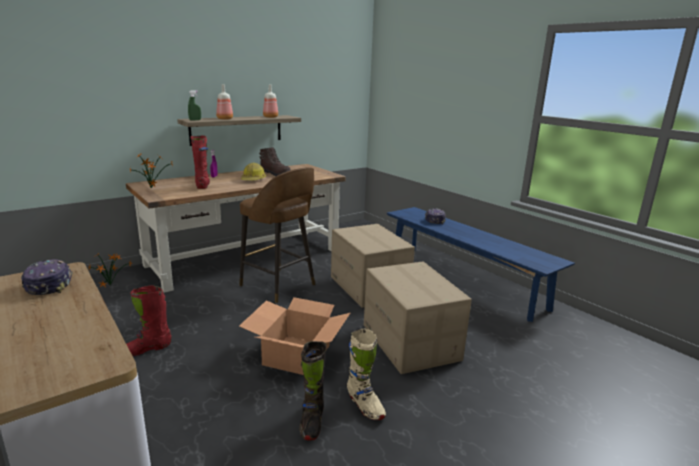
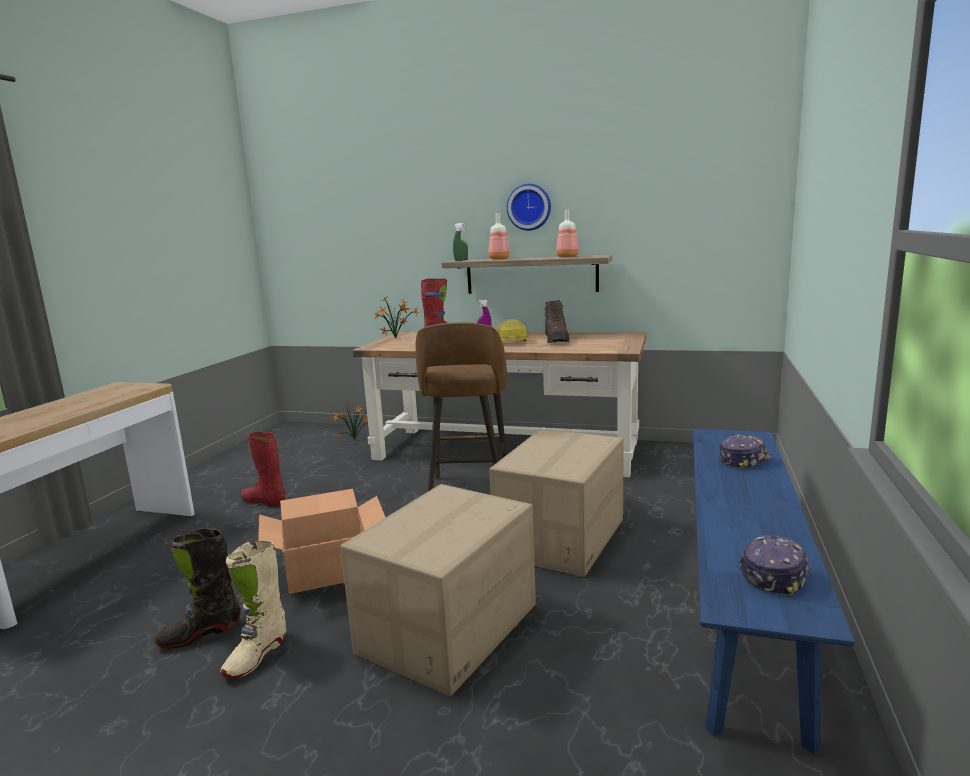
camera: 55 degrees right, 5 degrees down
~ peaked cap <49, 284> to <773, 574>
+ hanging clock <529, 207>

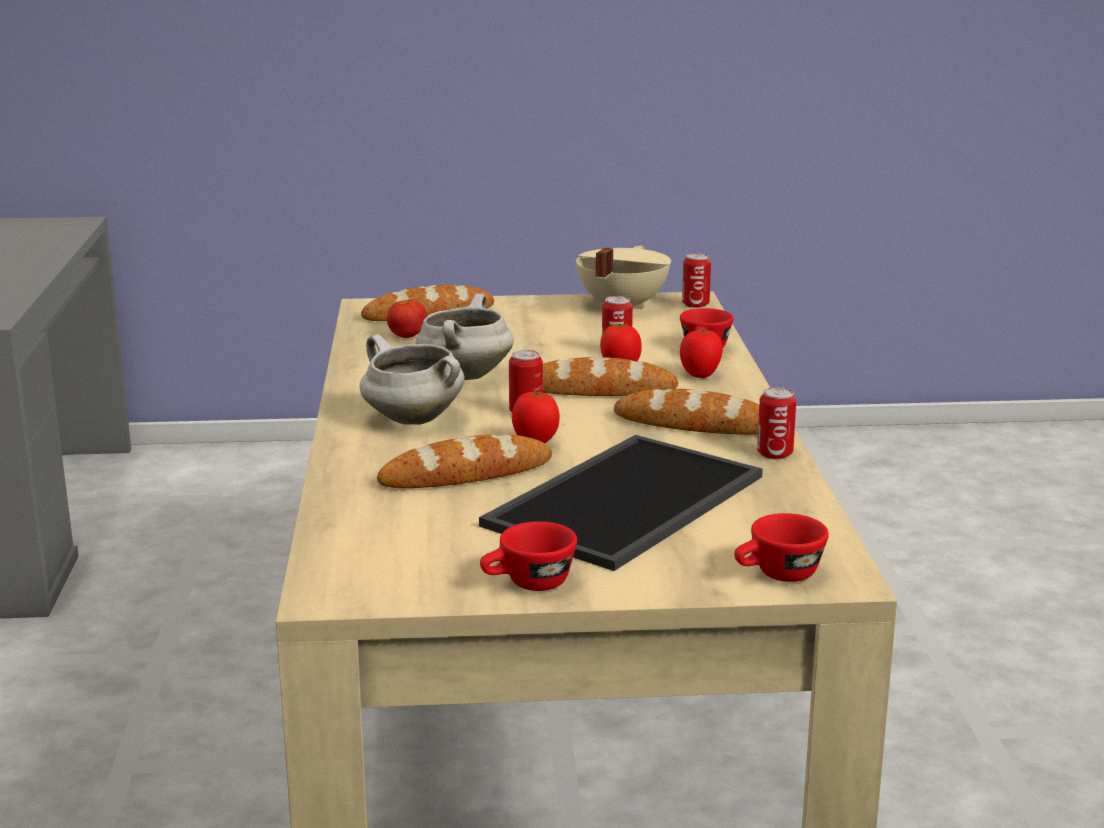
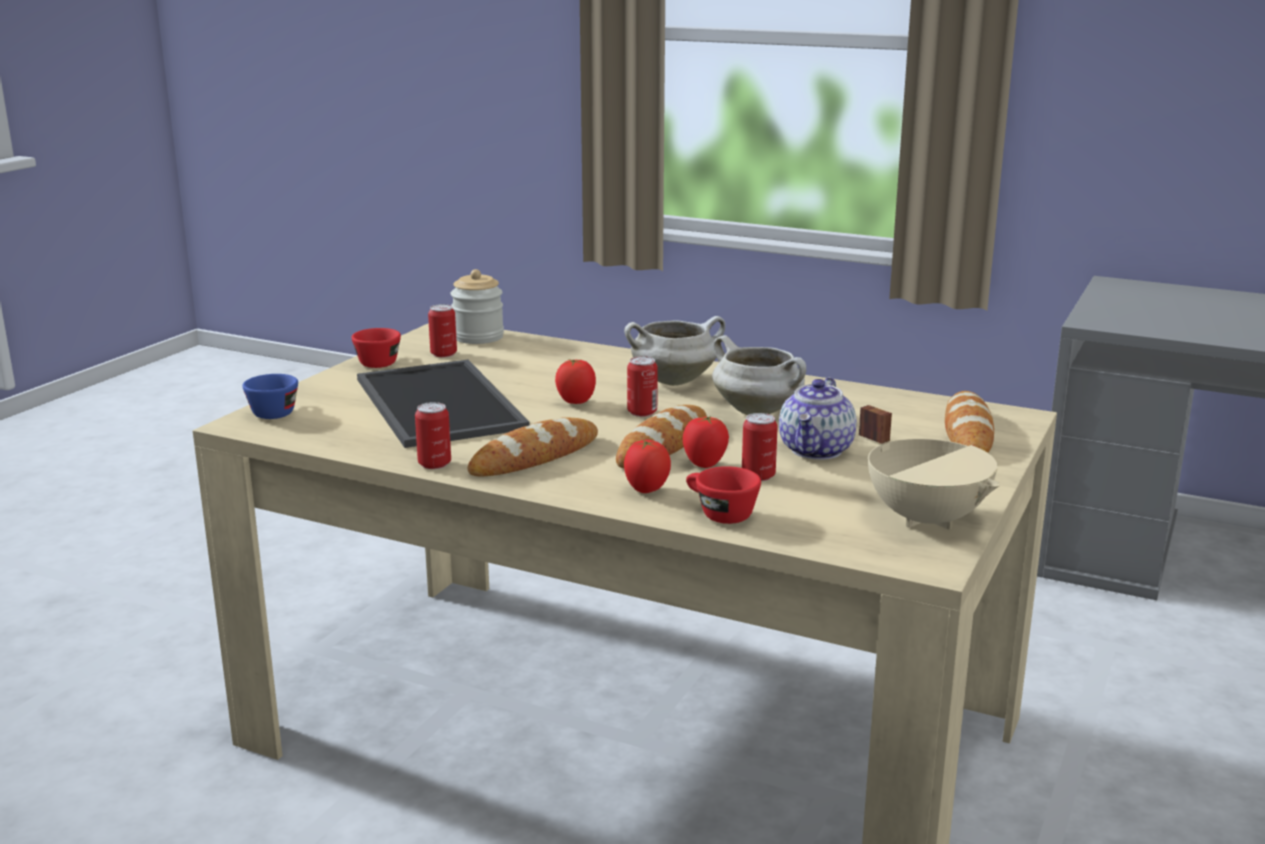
camera: 120 degrees right, 0 degrees up
~ metal can <695, 304> to <443, 354>
- tomato <407, 336>
- bakery bread <466, 474>
~ red-coloured small cup <778, 575> to blue small cup <275, 411>
+ jar <478, 337>
+ pot for tea <817, 450>

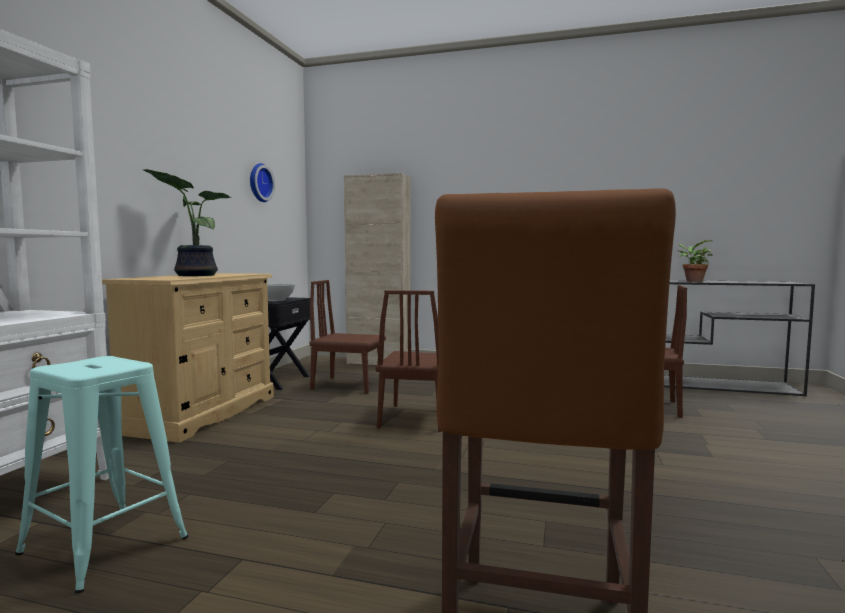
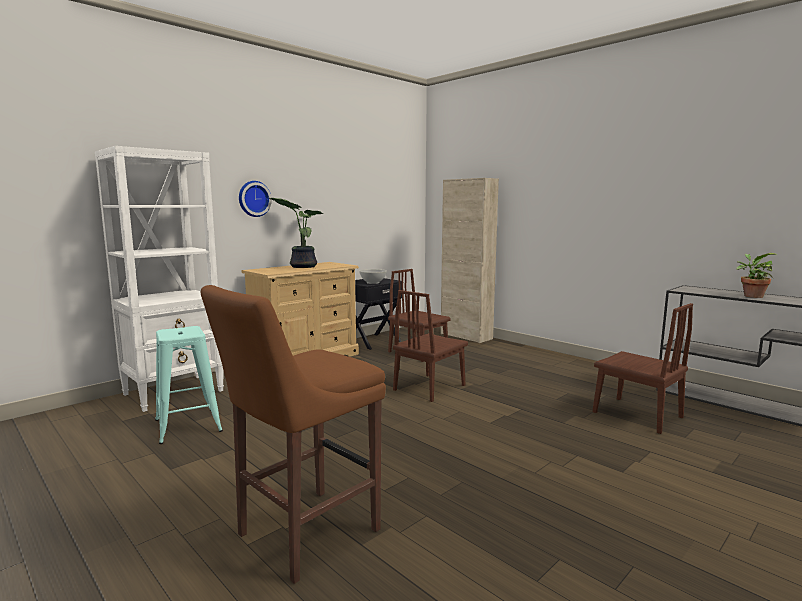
camera: 30 degrees right, 5 degrees up
~ hanging clock <259, 183> to <253, 199>

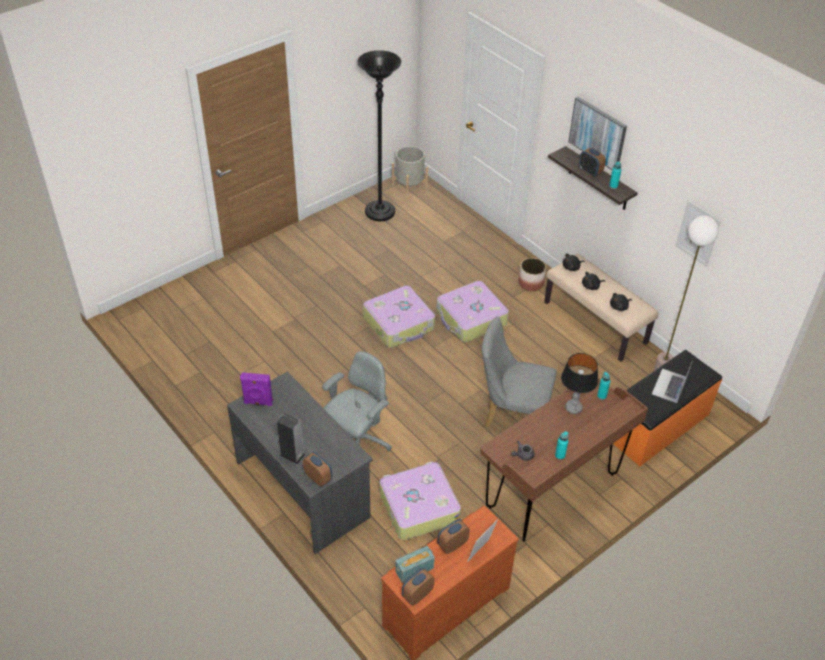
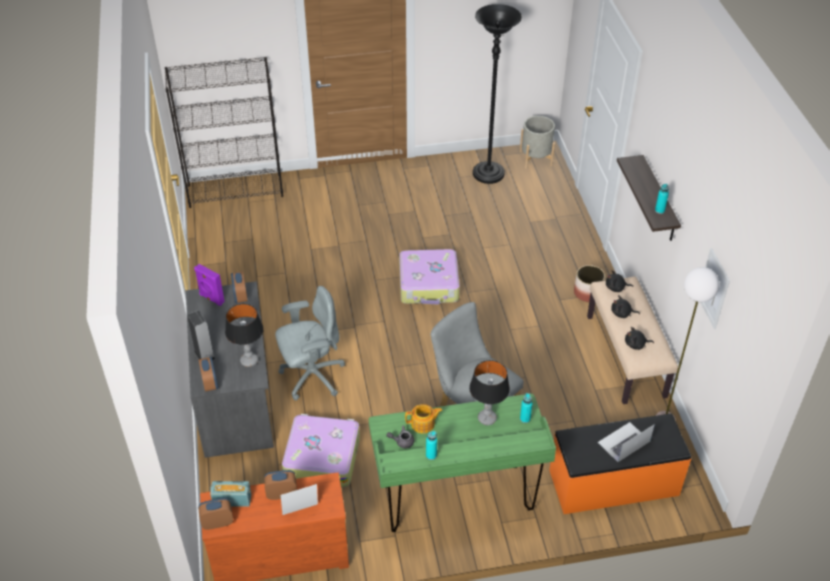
camera: 30 degrees right, 0 degrees up
- wall art <598, 133>
~ bedside clock <590, 172> to <240, 296>
- travel case <471, 319>
~ brown-coloured desk table <552, 491> to green desk table <457, 499>
+ black bookcase <236, 190>
+ tabletop lamp <249, 361>
+ pot for tea <423, 424>

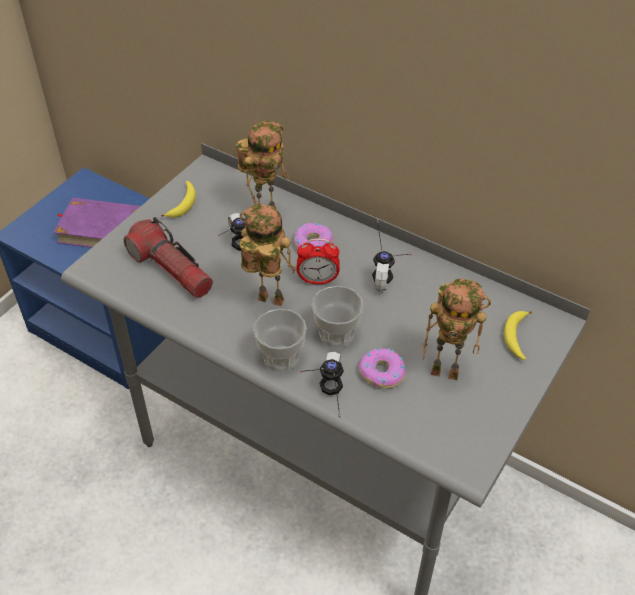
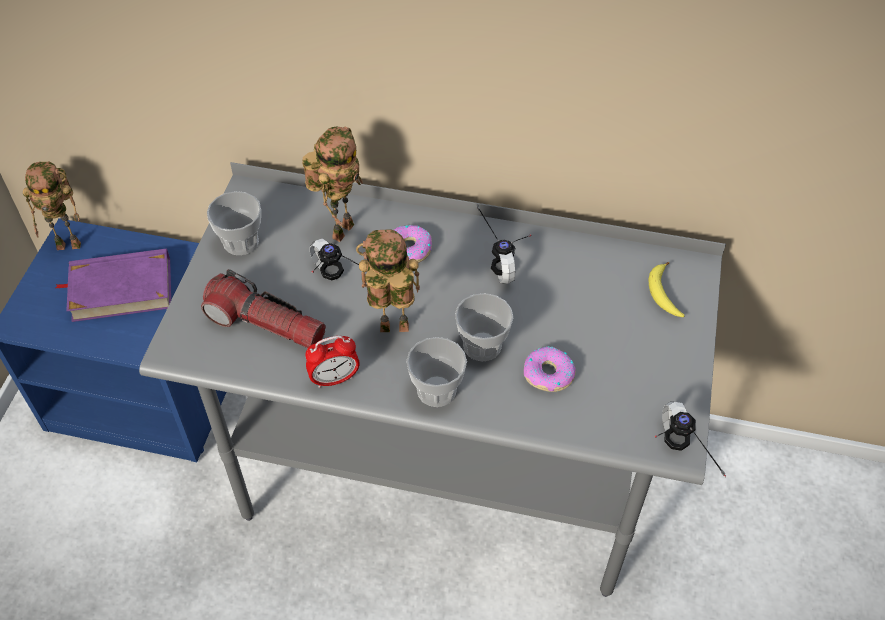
camera: 20 degrees left, 5 degrees up
~ whole banana <183, 204> to small cup <241, 242>
~ bedside clock <318, 280> to <334, 379>
~ model robot <447, 371> to <71, 244>
~ headset <322, 400> to <674, 458>

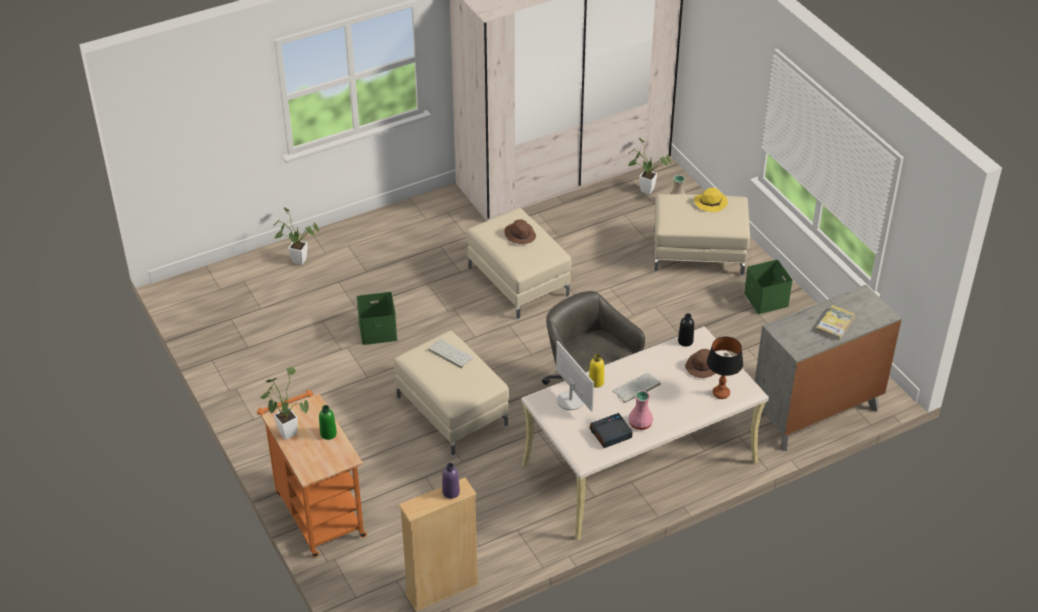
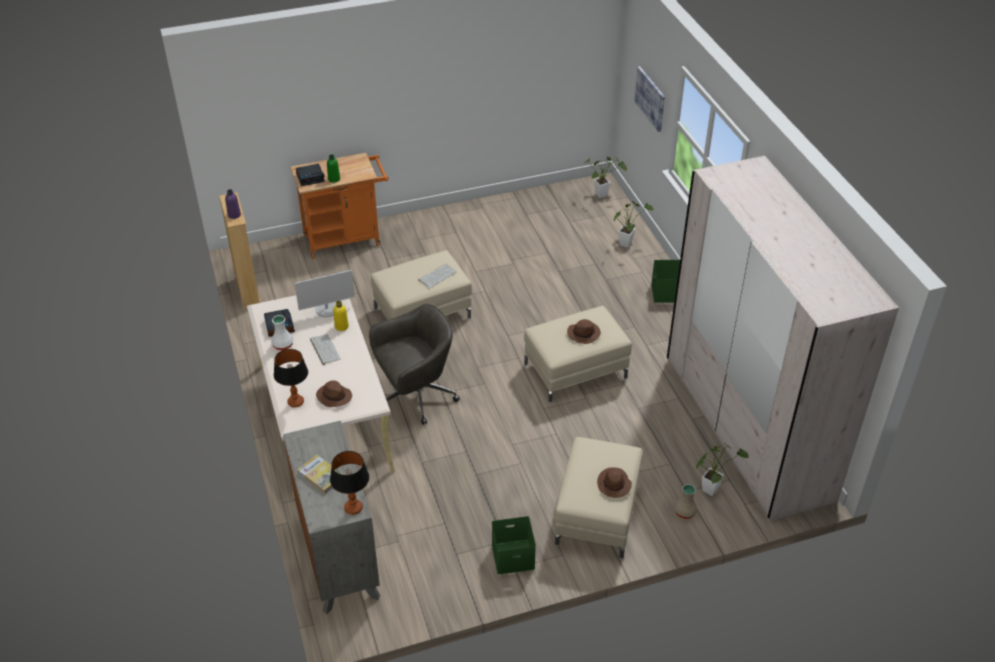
camera: 100 degrees right, 0 degrees up
~ yellow-coloured hat <711, 202> to brown-coloured hat <614, 485>
~ green storage container <377, 331> to <666, 292>
- black bottle <685, 341>
~ houseplant <286, 431> to <603, 194>
~ pink-coloured flower vase <640, 423> to whitish flower vase <283, 345>
+ wall art <650, 98>
+ bedside clock <310, 177>
+ tabletop lamp <353, 508>

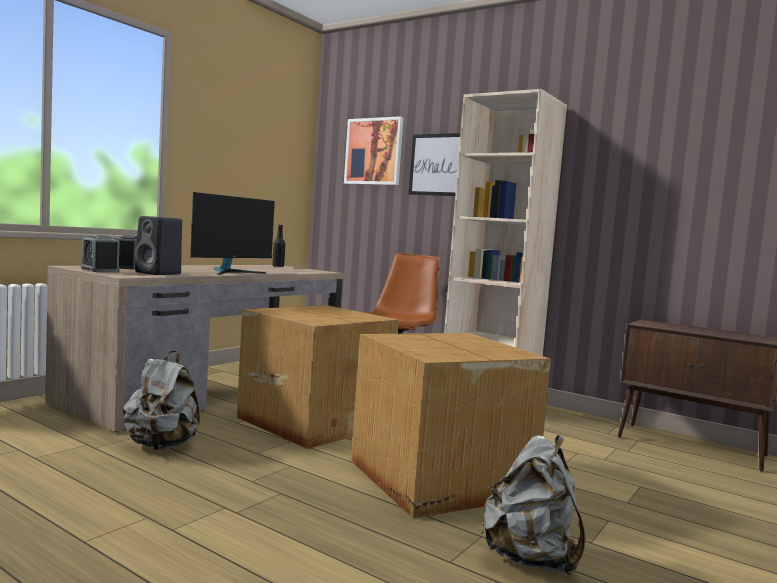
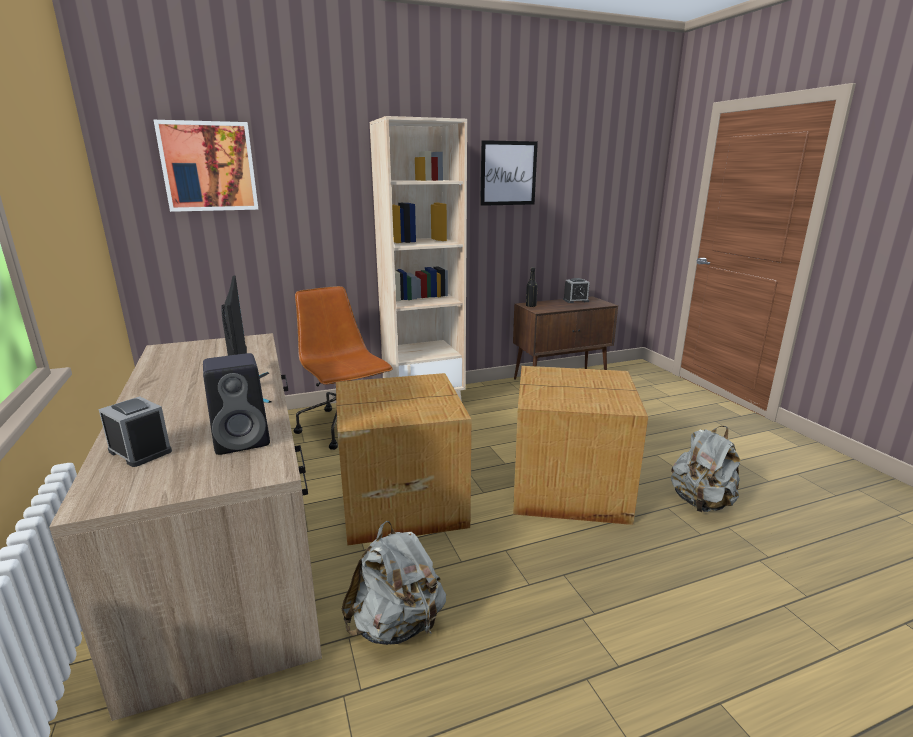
camera: 55 degrees left, 15 degrees up
~ wall art <437, 164> to <508, 173>
~ black bottle <278, 266> to <531, 306>
~ bedside clock <100, 270> to <575, 300>

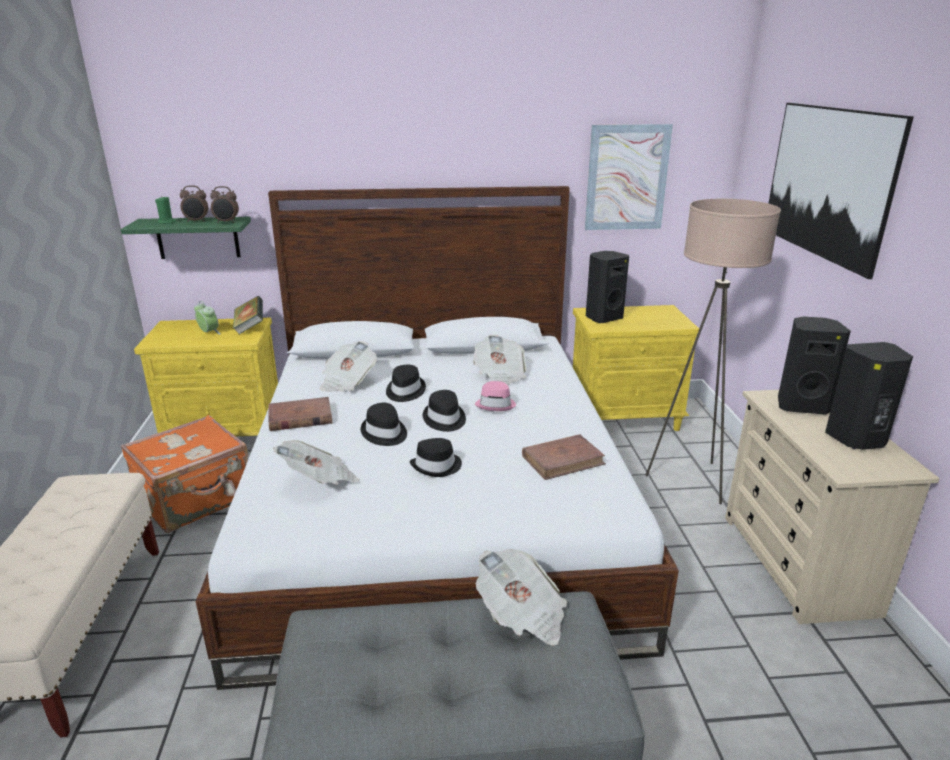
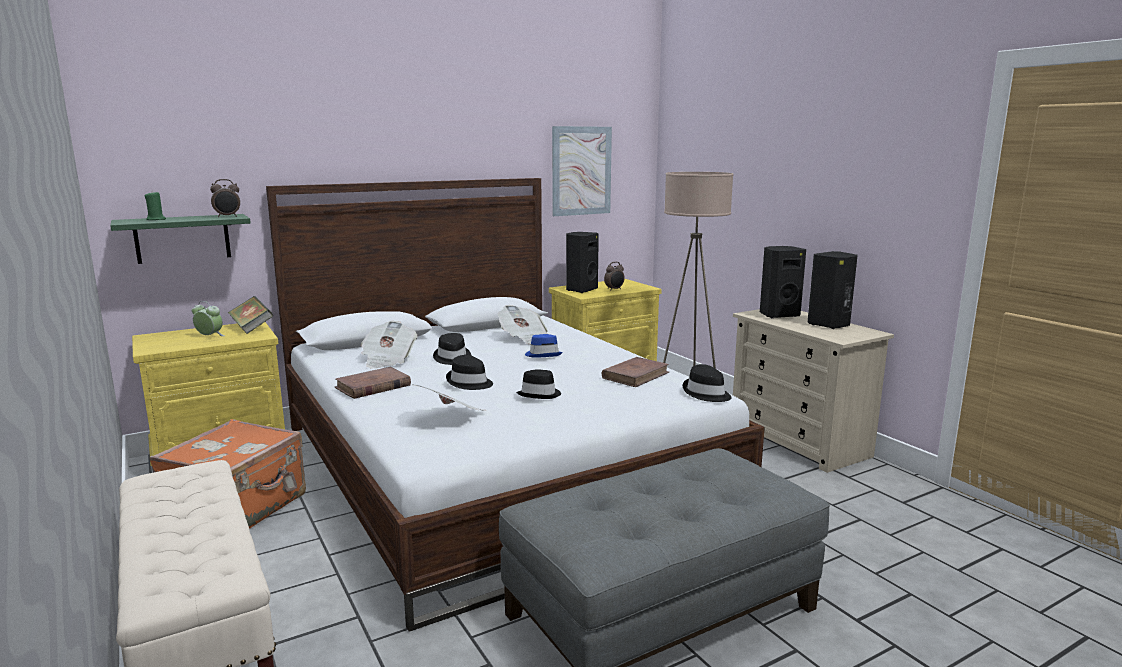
camera: 25 degrees left, 10 degrees down
- wall art <827, 182>
~ bedside clock <197, 221> to <614, 289>
~ pink-coloured hat <496, 404> to blue hat <543, 354>
~ black hat <444, 419> to <706, 393>
- newspaper <522, 615>

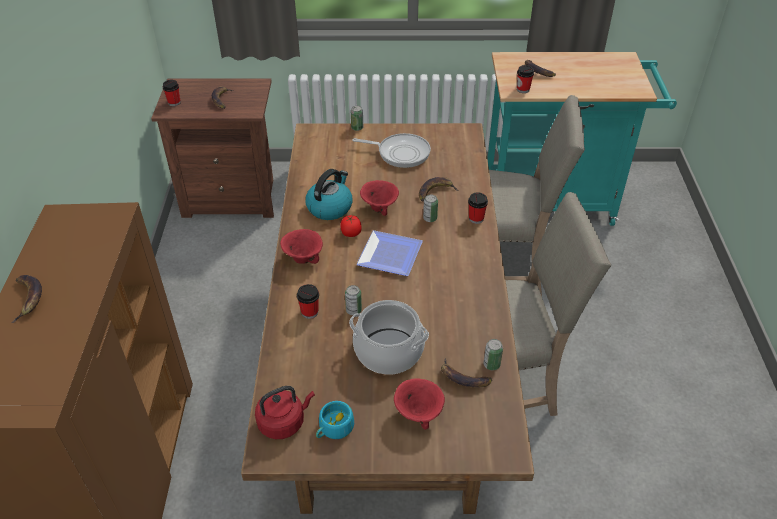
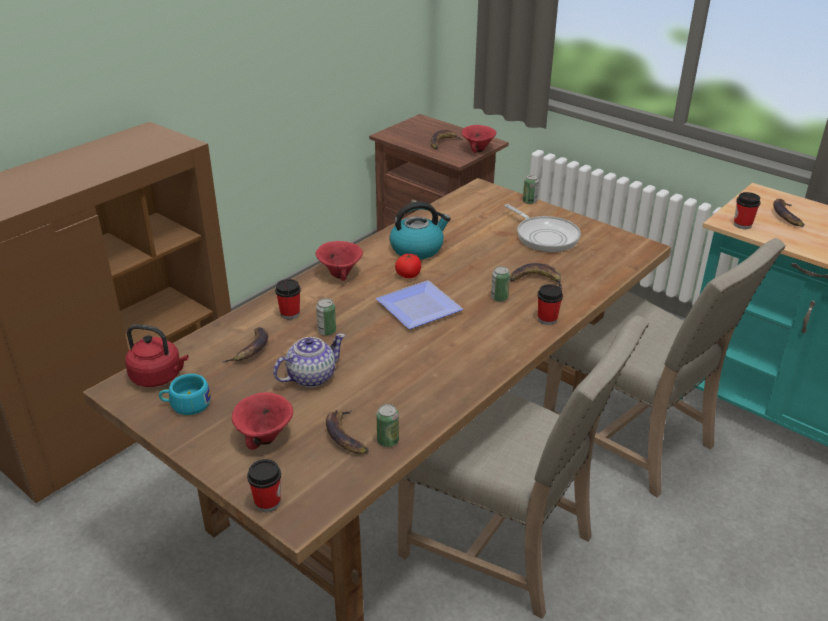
camera: 40 degrees right, 10 degrees down
~ small cup <174, 102> to <267, 502>
~ red-coloured deep dish <379, 208> to <478, 149>
~ whole banana <28, 298> to <251, 350>
~ stockpot <388, 352> to pot for tea <310, 377>

